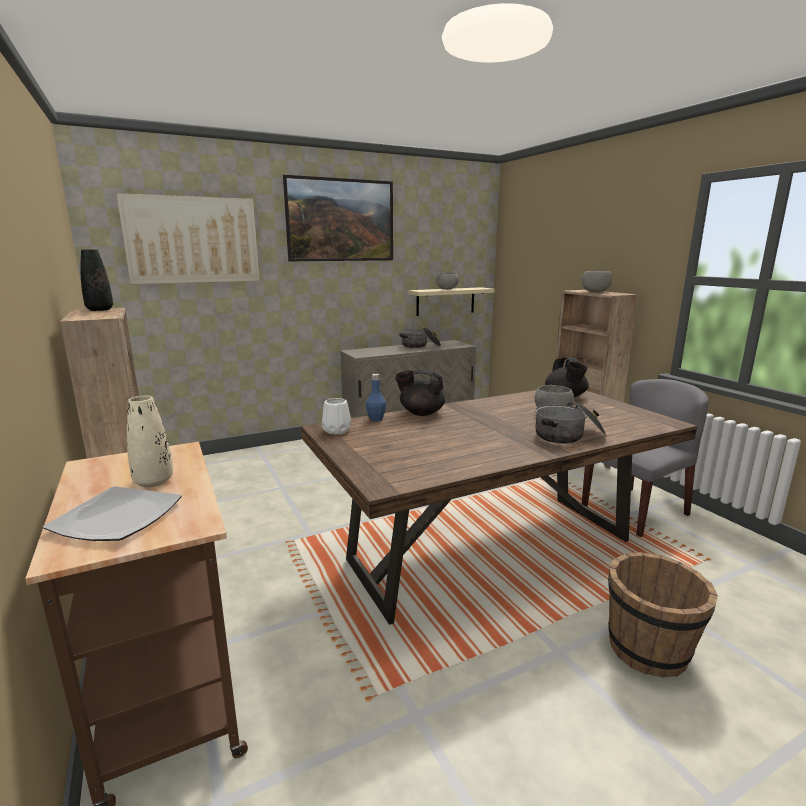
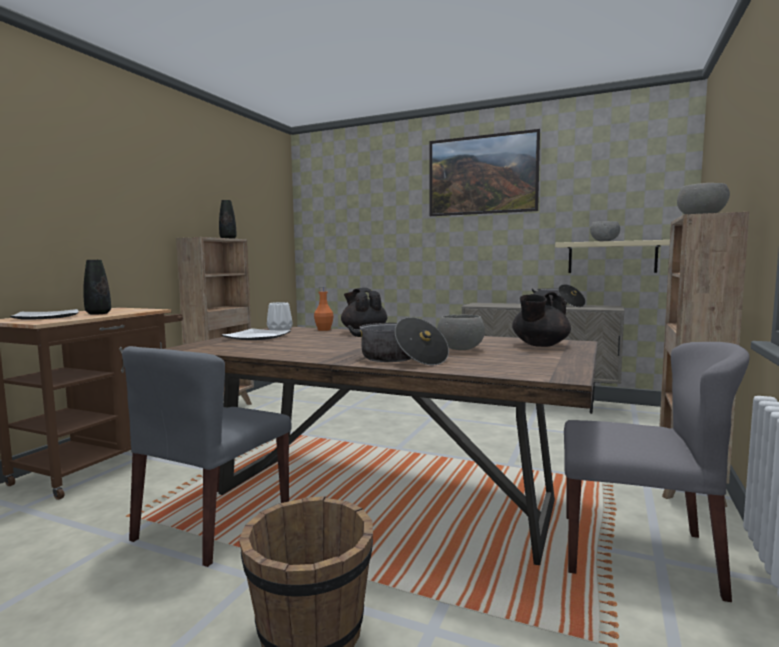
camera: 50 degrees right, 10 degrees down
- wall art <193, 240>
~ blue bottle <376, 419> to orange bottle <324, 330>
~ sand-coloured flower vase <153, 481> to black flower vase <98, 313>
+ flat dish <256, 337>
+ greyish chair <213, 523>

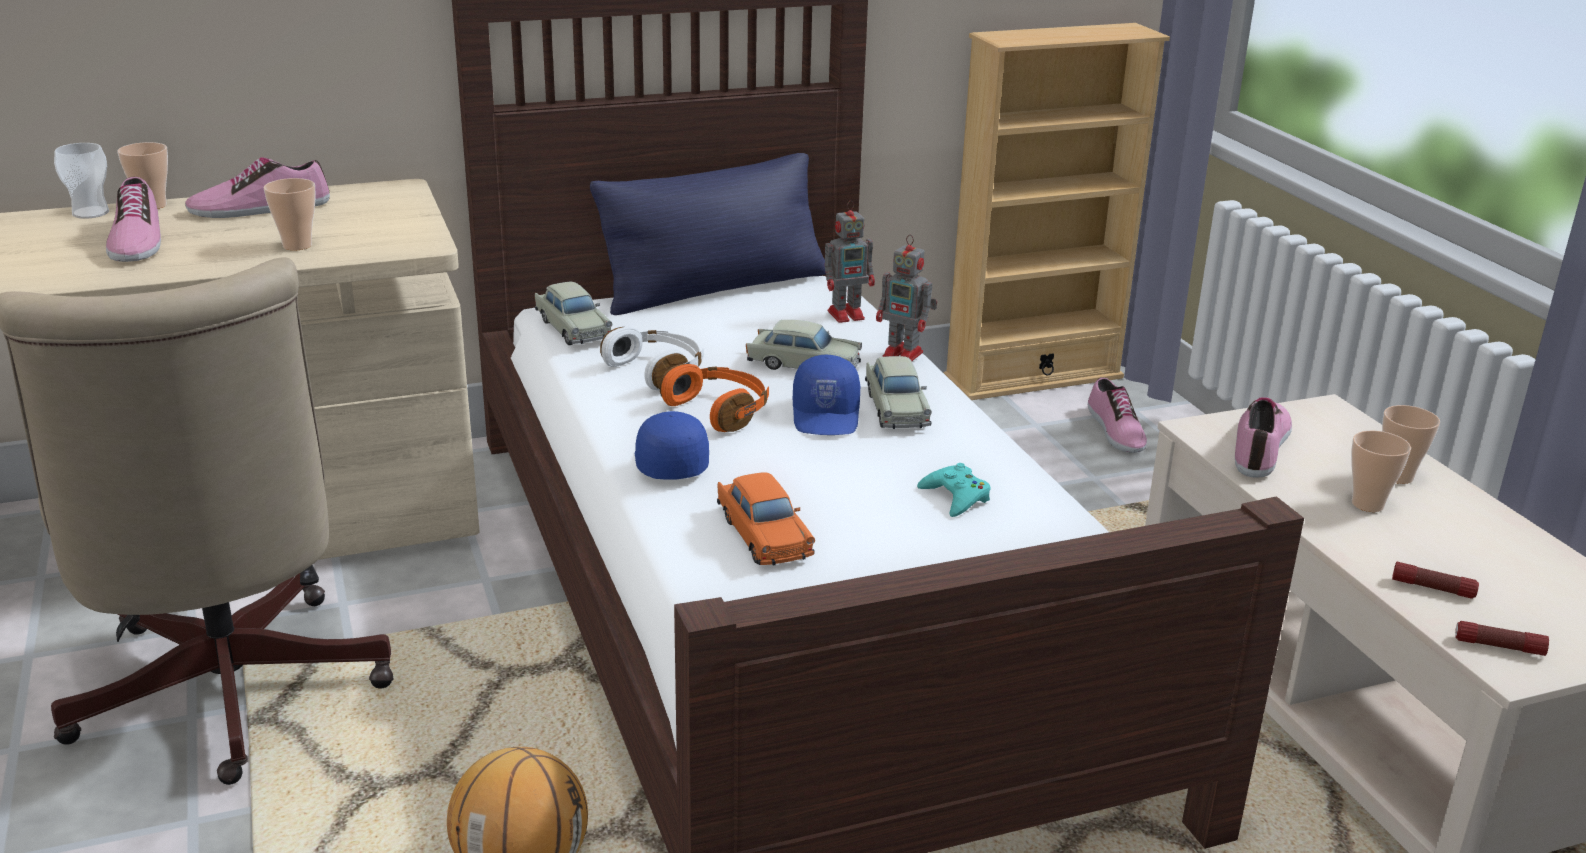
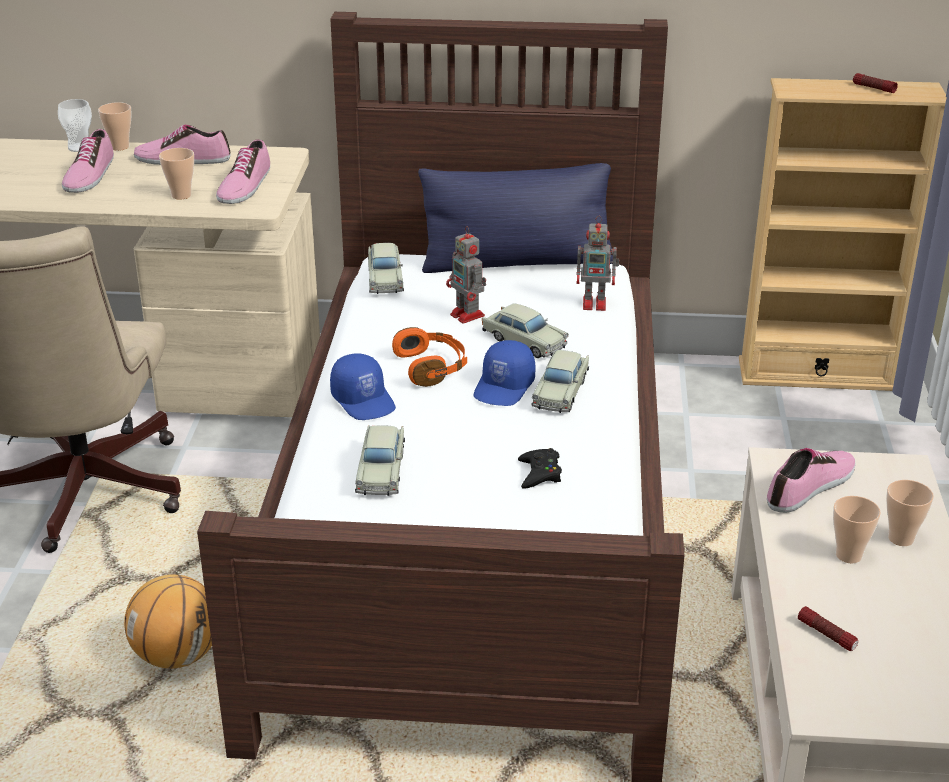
camera: 25 degrees right, 5 degrees up
~ model robot <904, 355> to <468, 316>
- whitish headset <657, 371>
~ shoe <1114, 430> to <244, 186>
~ blue peaked cap <668, 461> = <364, 400> 135 degrees clockwise
~ turquoise joypad <955, 497> to black joypad <539, 473>
~ orange miniature car <763, 534> to sand-coloured miniature car <381, 470>
~ torch <1498, 647> to <873, 88>

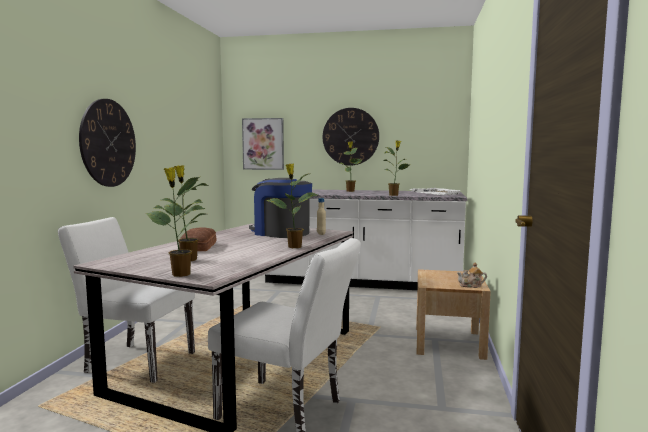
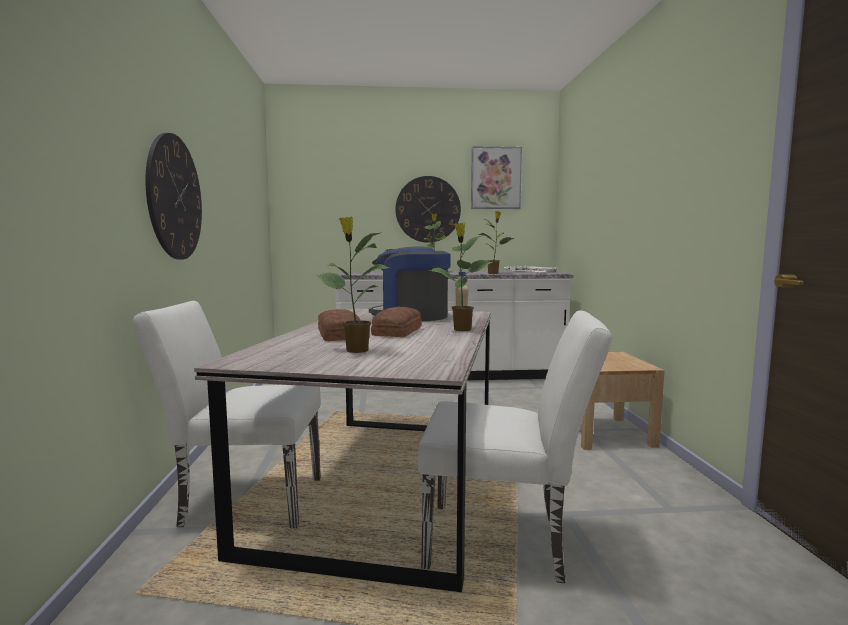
camera: 15 degrees left, 0 degrees up
~ wall art <263, 144> to <495, 178>
- houseplant <179, 274>
- pot for tea <471, 285>
+ bakery bread <398, 331>

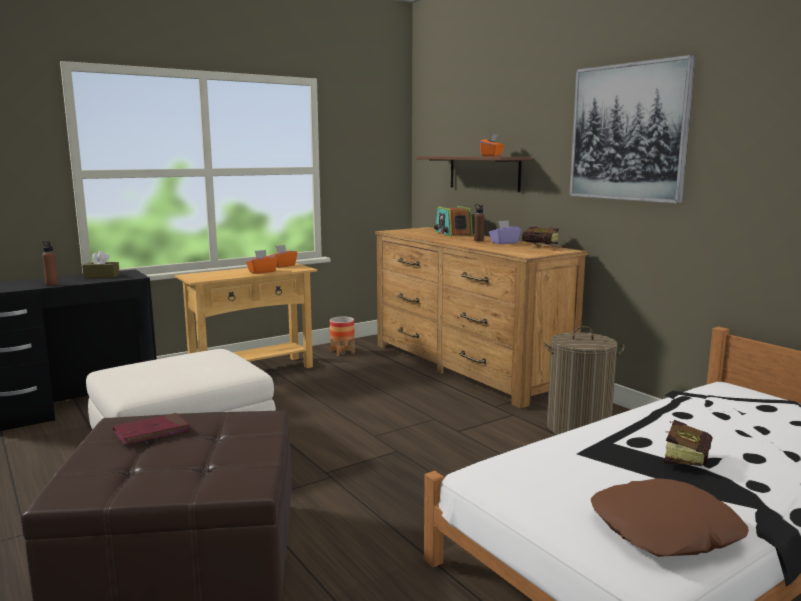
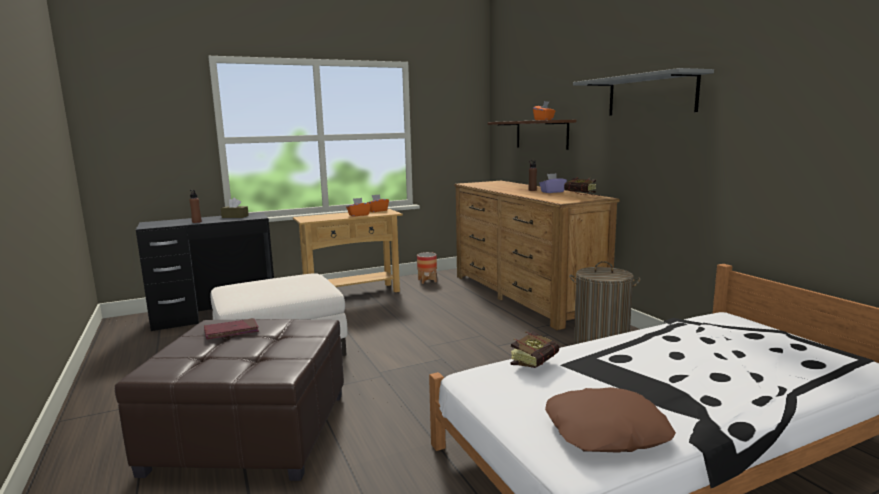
camera: 10 degrees right, 0 degrees up
~ wall art <628, 132> to greyish bracket shelf <651, 95>
- radio receiver <453, 234>
~ book <687, 459> to <537, 363>

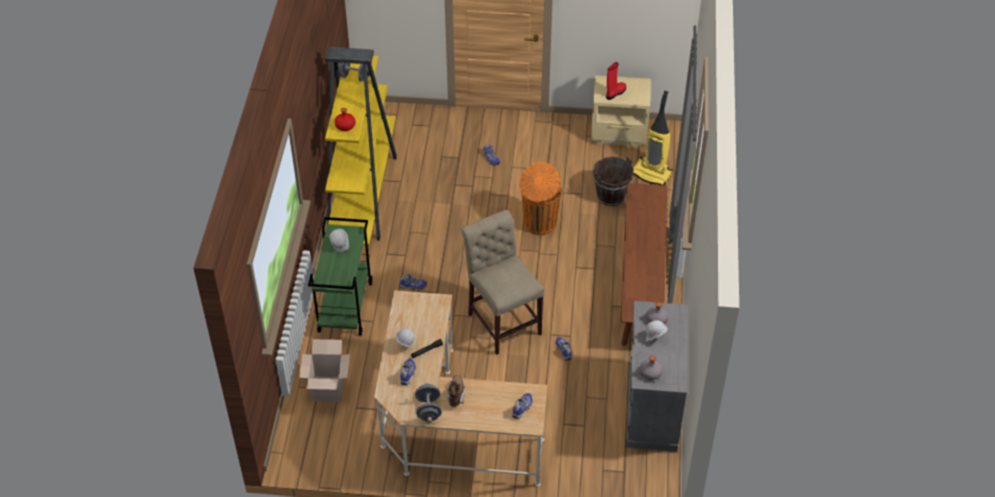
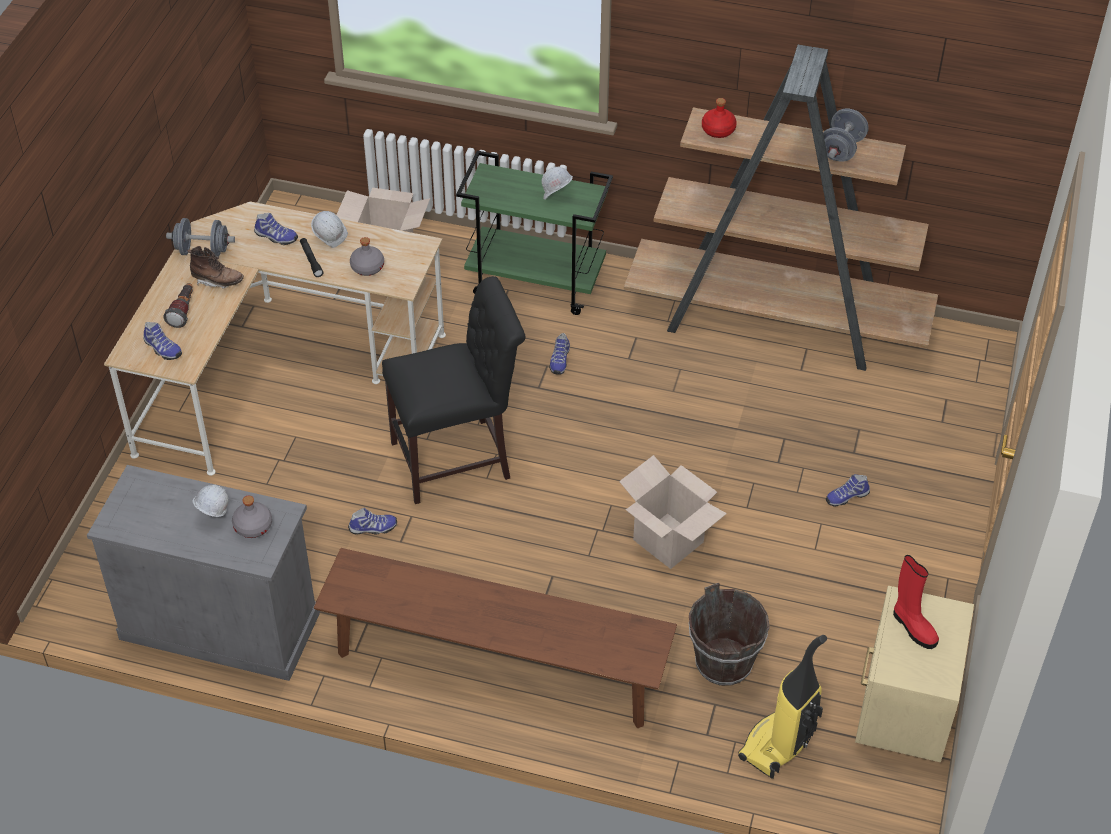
camera: 100 degrees right, 0 degrees up
~ yellow-coloured bookcase <362, 194> to brown-coloured bookcase <777, 321>
~ orange waste bin <539, 224> to cardboard box <668, 541>
~ sand-coloured chair <502, 321> to black chair <458, 459>
~ greyish bottle <650, 373> to <367, 267>
+ torch <183, 311>

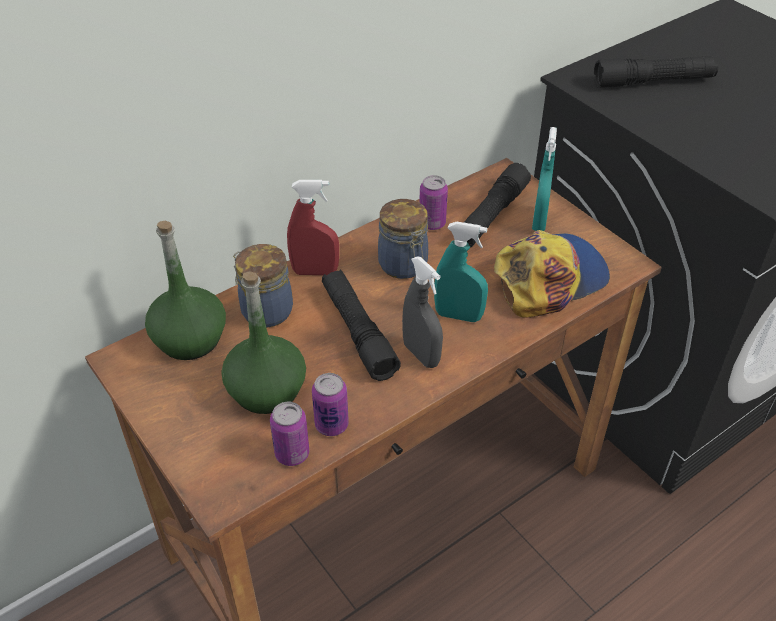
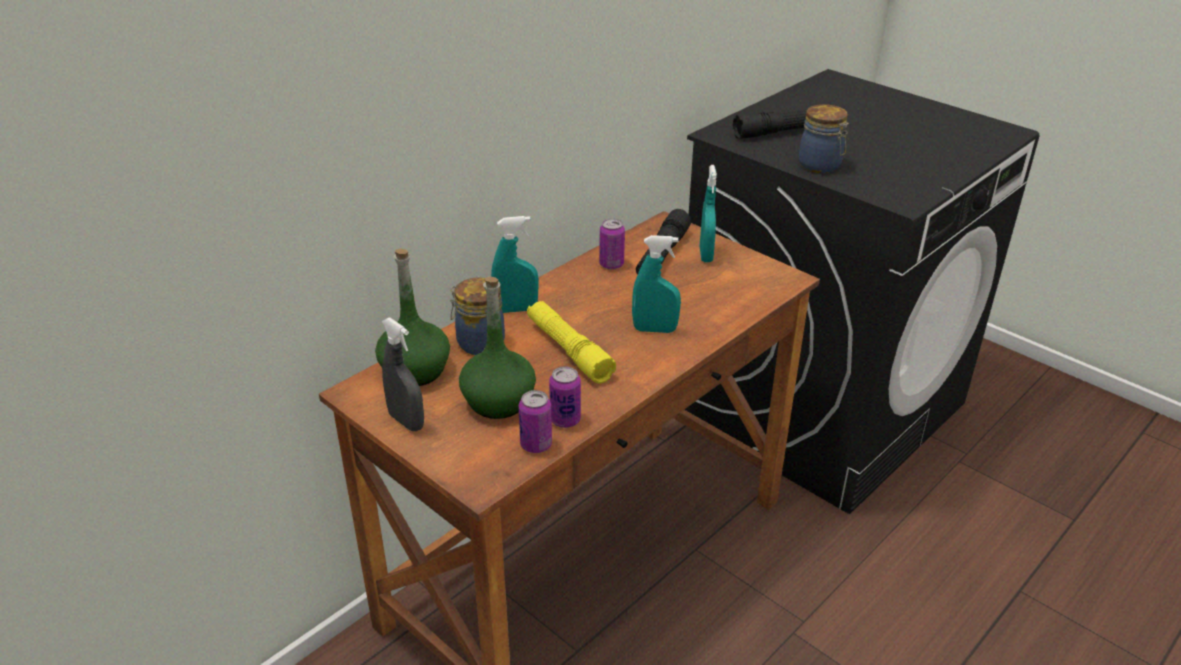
camera: 10 degrees left, 10 degrees down
~ red-coloured sprayer <315, 271> to turquoise sprayer <516, 309>
~ jar <404, 266> to <821, 166>
- peaked cap <549, 278>
~ greyish sprayer <421, 354> to <406, 421>
~ black torch <358, 332> to yellow-coloured torch <568, 350>

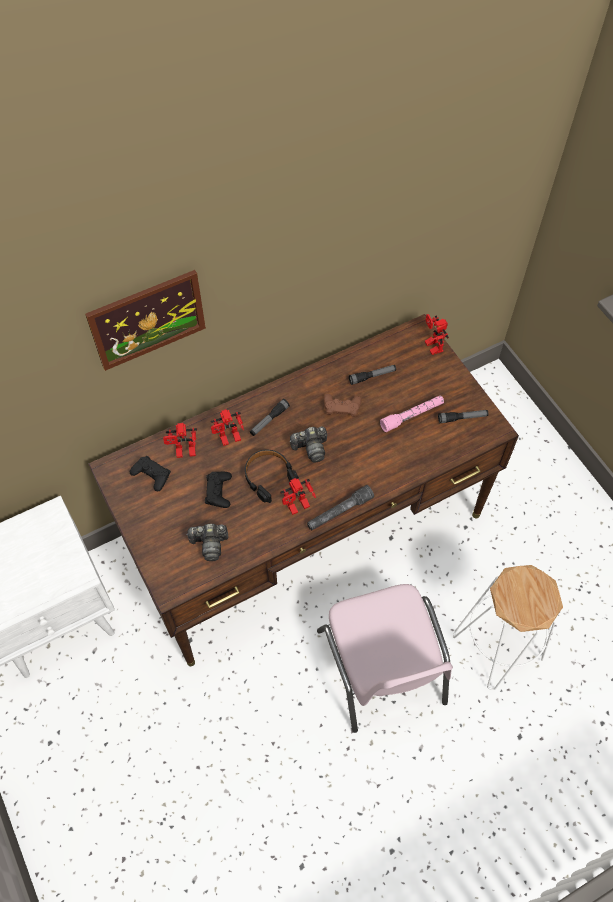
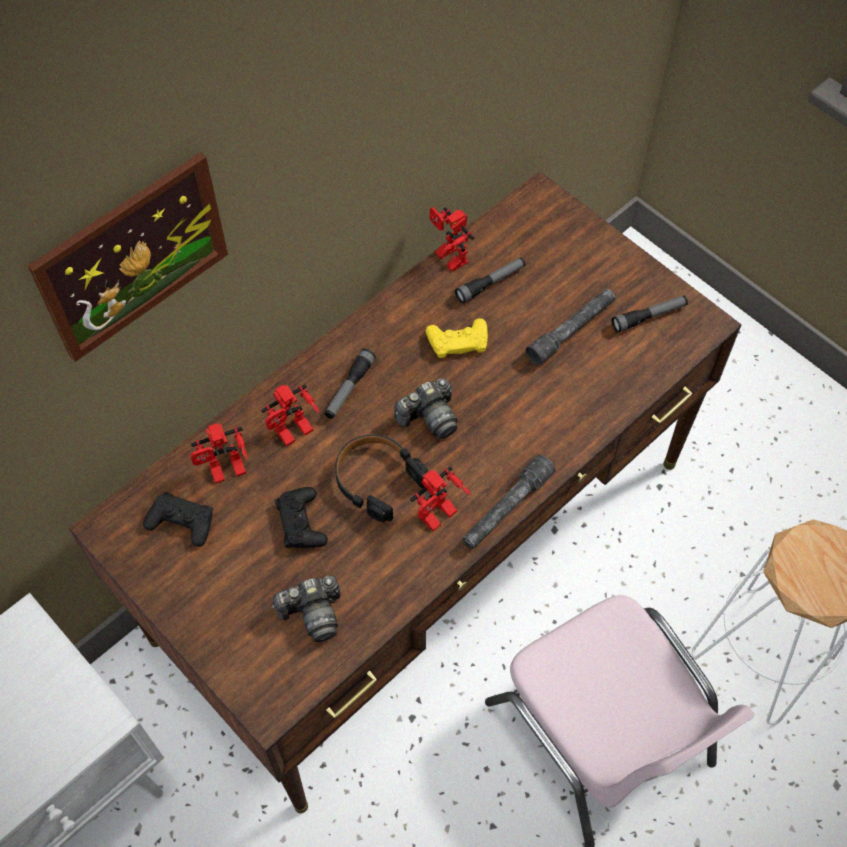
camera: 15 degrees left, 0 degrees up
~ model robot <430, 346> to <446, 258>
~ brown-coloured joypad <342, 407> to yellow-coloured joypad <458, 341>
~ pink-coloured torch <412, 416> to greyish torch <571, 330>

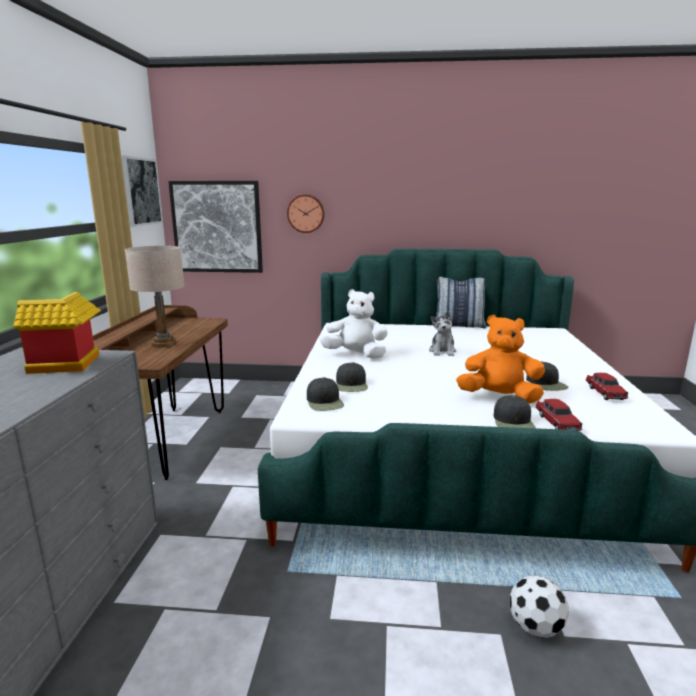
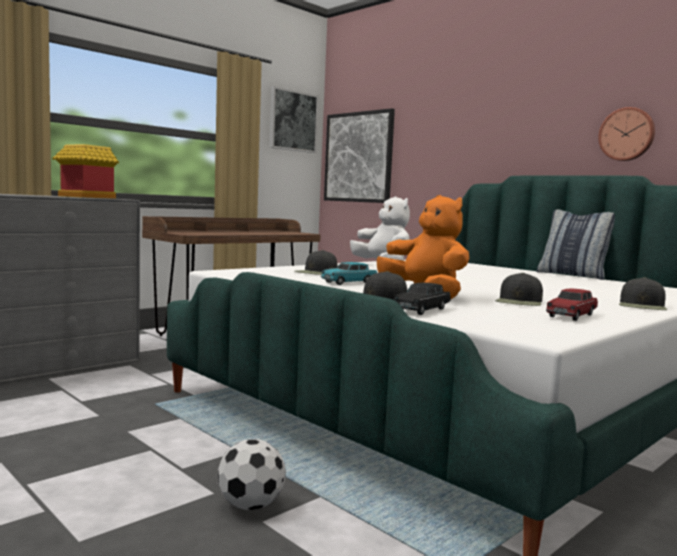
camera: 40 degrees right, 10 degrees down
~ hanging clock <306, 213> to <627, 134>
- sand-coloured tabletop lamp <163, 344>
- plush toy <442, 351>
~ black peaked cap <325, 402> to <642, 306>
~ red-coloured miniature car <556, 423> to black miniature car <422, 310>
+ turquoise miniature car <349, 282>

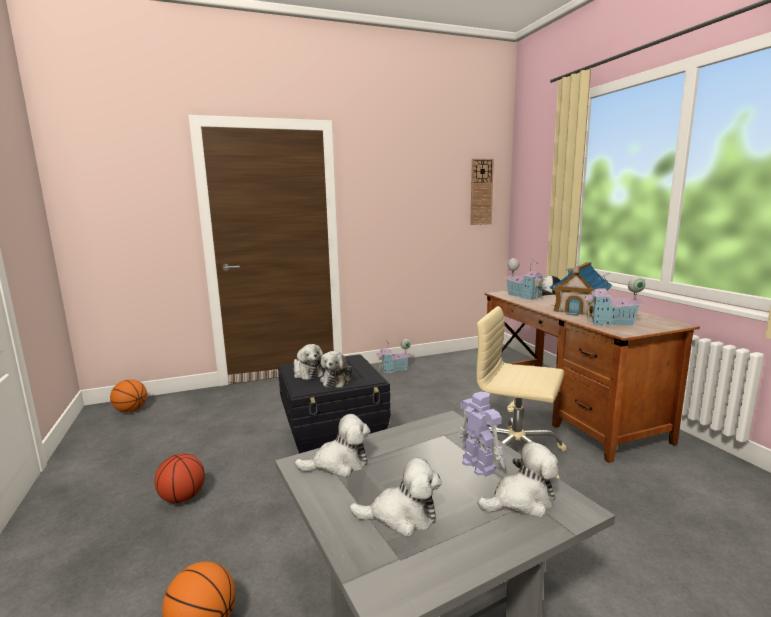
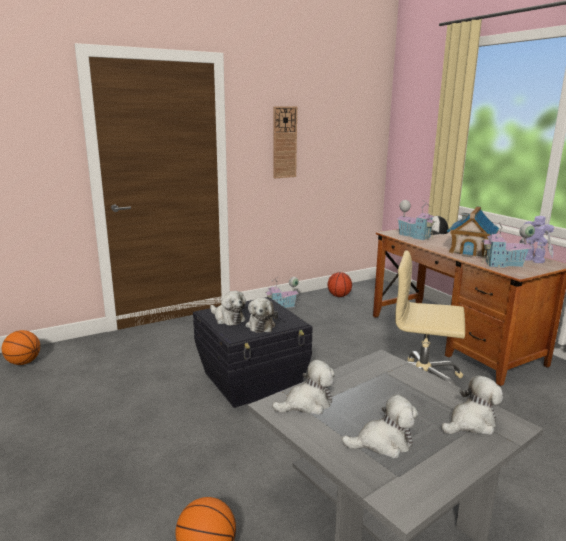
camera: 10 degrees left, 5 degrees up
~ hanging clock <481, 192> to <284, 142>
~ model robot <478, 465> to <532, 260>
~ basketball ball <182, 498> to <339, 296>

